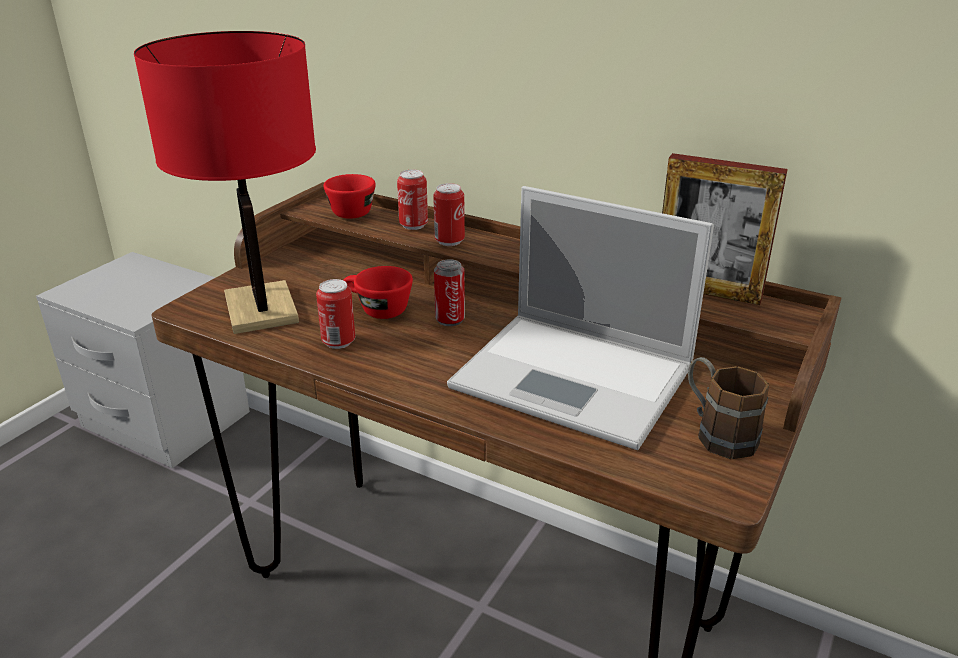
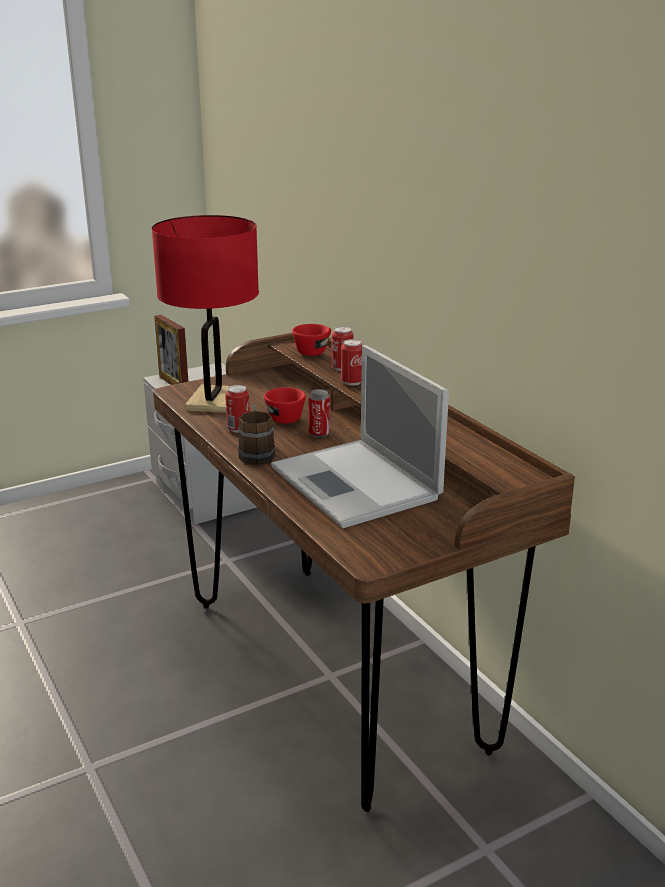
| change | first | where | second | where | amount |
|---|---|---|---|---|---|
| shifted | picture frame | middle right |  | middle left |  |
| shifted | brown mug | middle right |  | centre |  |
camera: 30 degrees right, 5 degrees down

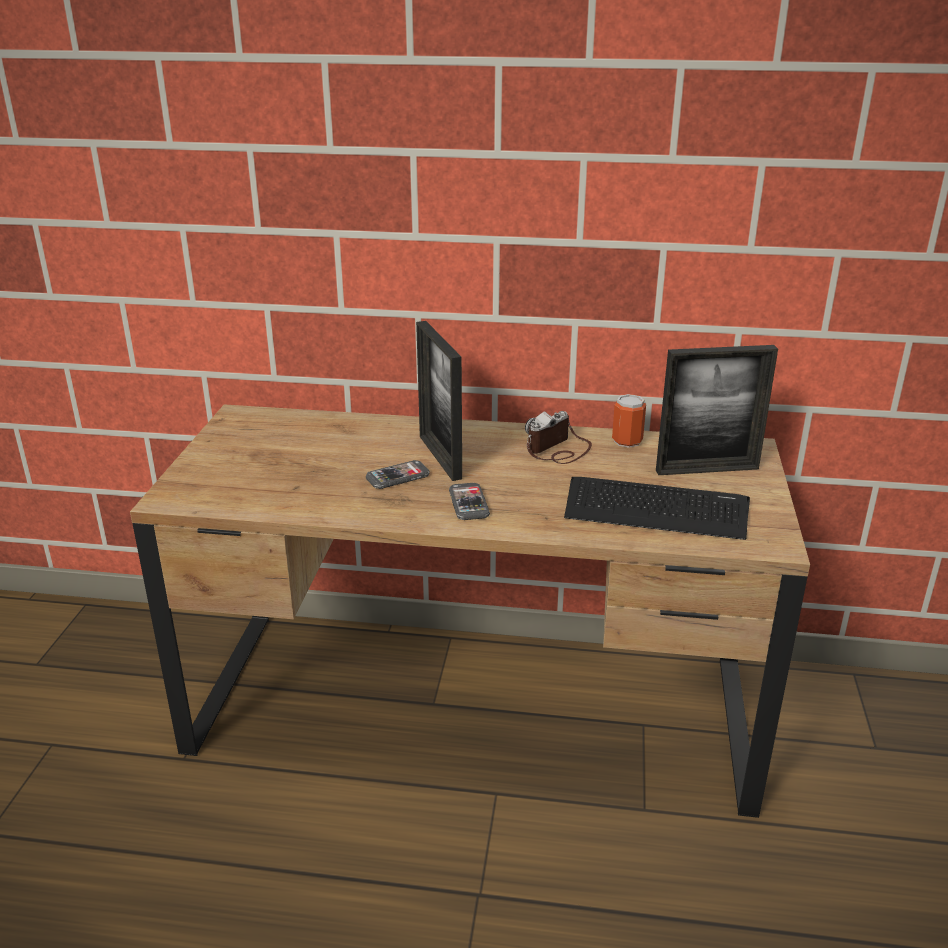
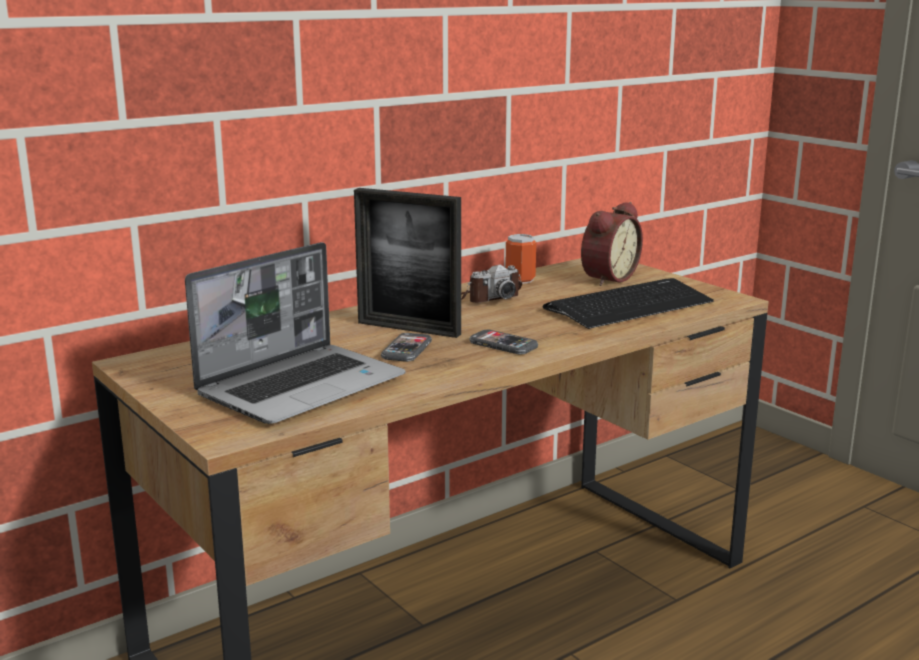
| change | first | where | second | where | amount |
|---|---|---|---|---|---|
| new |  |  | laptop | middle left |  |
| rotated | photo camera | centre |  | centre | 120 degrees counterclockwise |
| swapped | picture frame (no. 2 from left) | middle right | alarm clock | centre |  |
camera: 45 degrees left, 10 degrees down

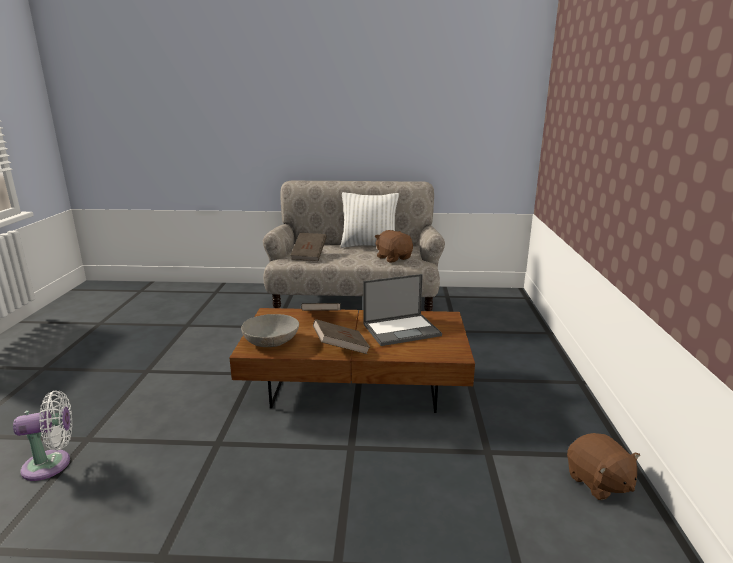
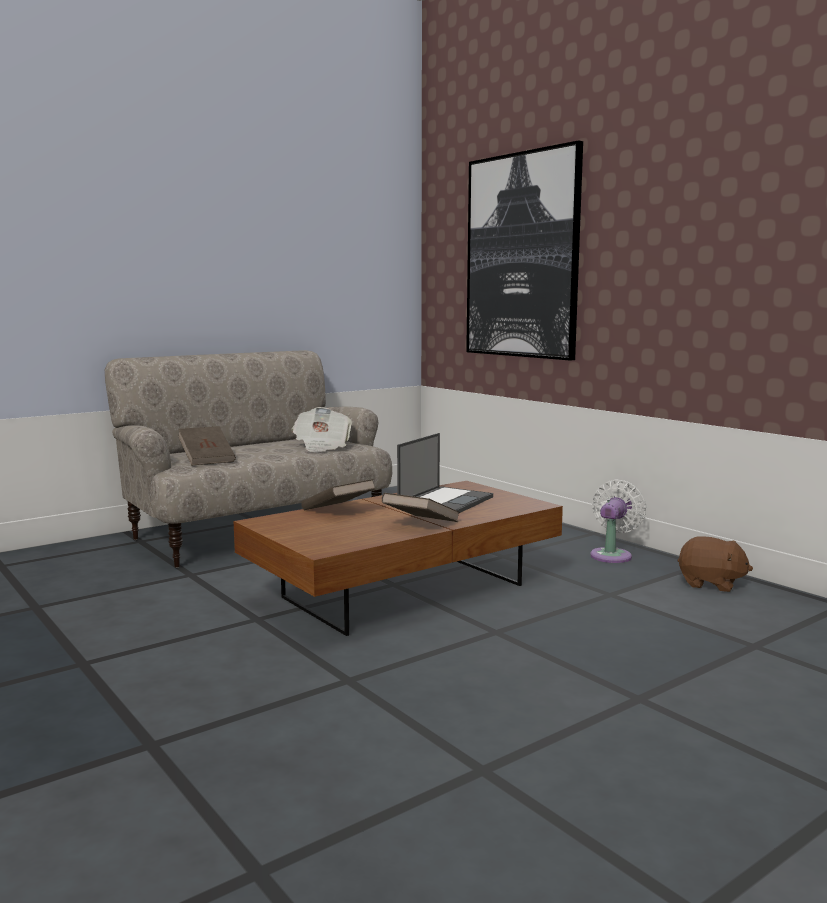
| change | first | where | second | where | amount |
|---|---|---|---|---|---|
| swapped | brown plush toy (no. 1 from left) | centre | newspaper | centre |  |
| new |  |  | picture | top centre |  |
| shifted | white fan | bottom left |  | middle right |  |
| gone | grey bowl | centre |  |  |  |
| gone | white pillow | centre |  |  |  |
camera: 40 degrees left, 10 degrees down

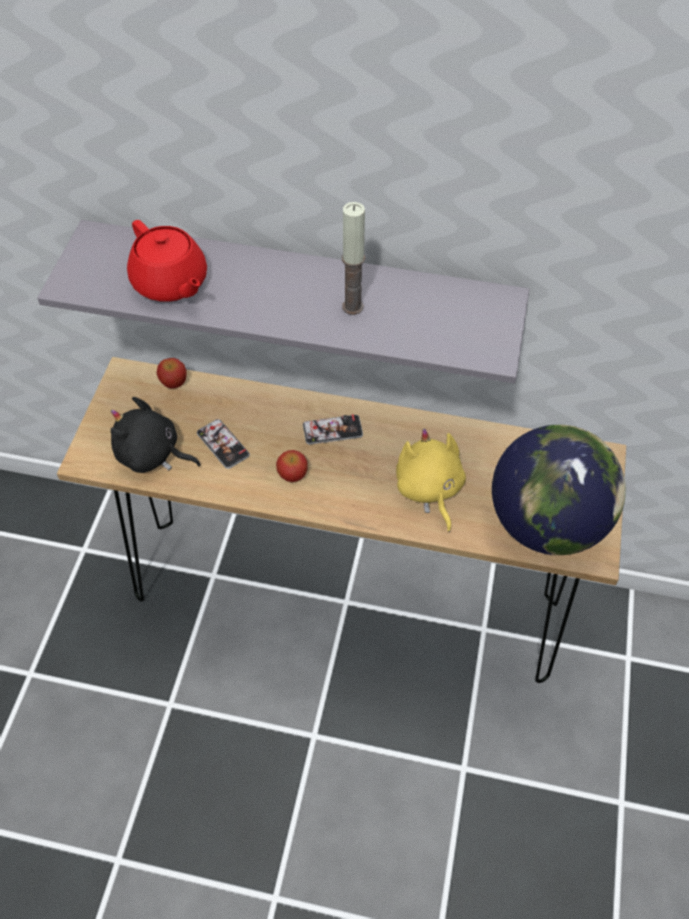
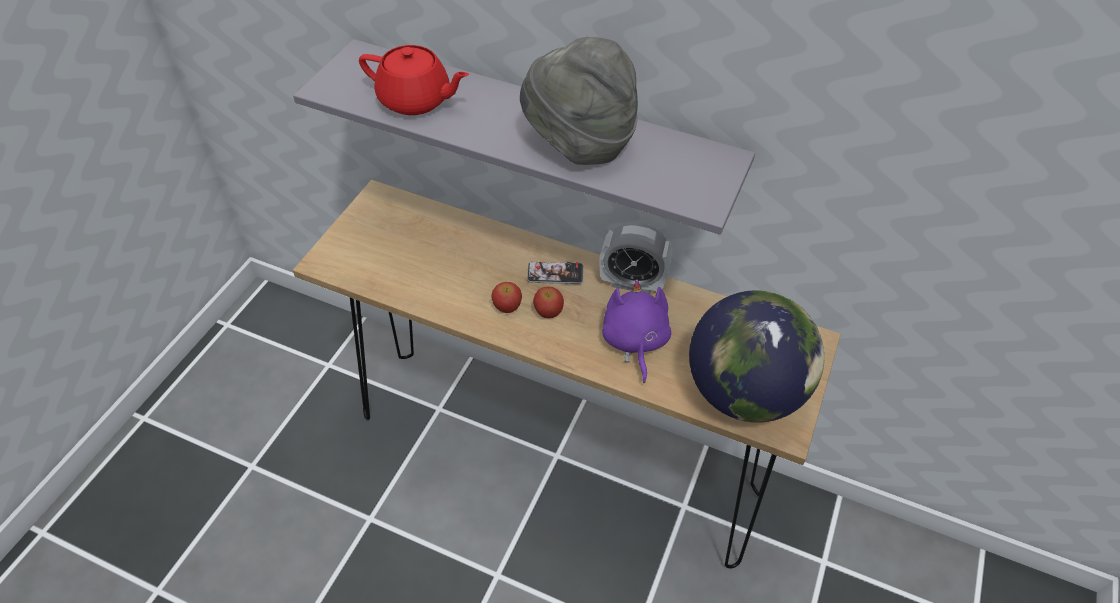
| change | first | where | second | where | amount |
|---|---|---|---|---|---|
| rotated | red teapot | top left |  | top centre | 45 degrees counterclockwise |
| swapped | candle | top centre | grey hat | top centre |  |
| shifted | apple (no. 1 from left in the first image) | middle left | apple (no. 2 from left) | centre |  |
| new |  |  | alarm clock | centre |  |
| repainted | yellow plush toy | centre | purple plush toy | centre |  |
| gone | black plush toy | middle left |  |  |  |
| gone | phone (no. 1 from left) | middle left |  |  |  |
camera: 10 degrees right, 5 degrees down

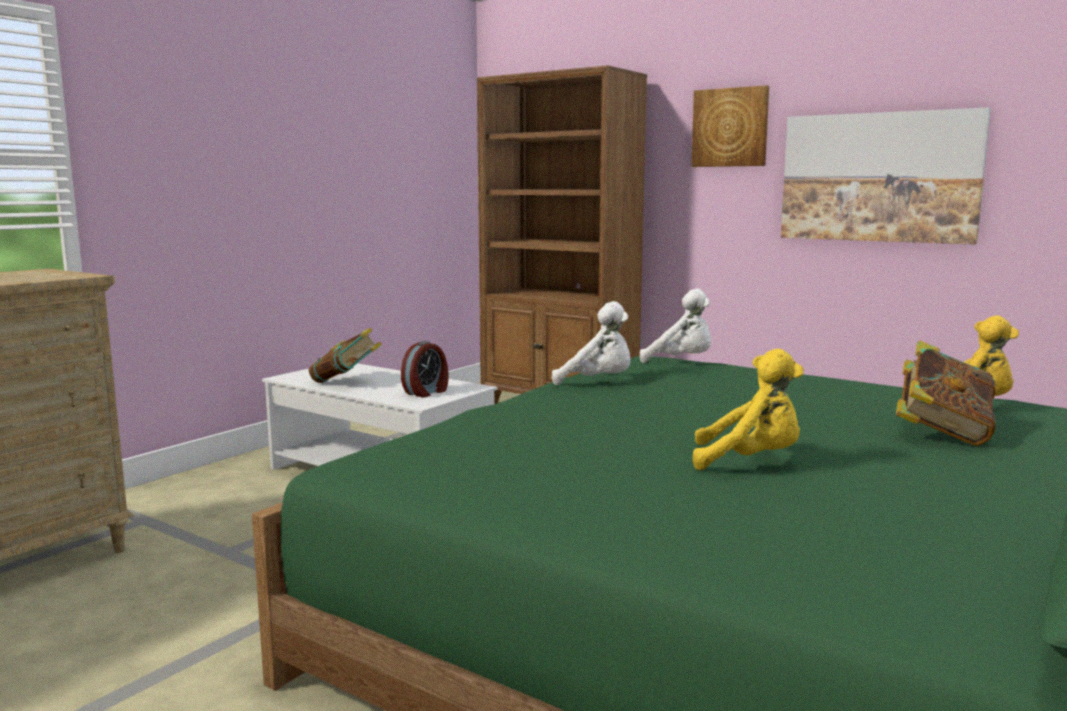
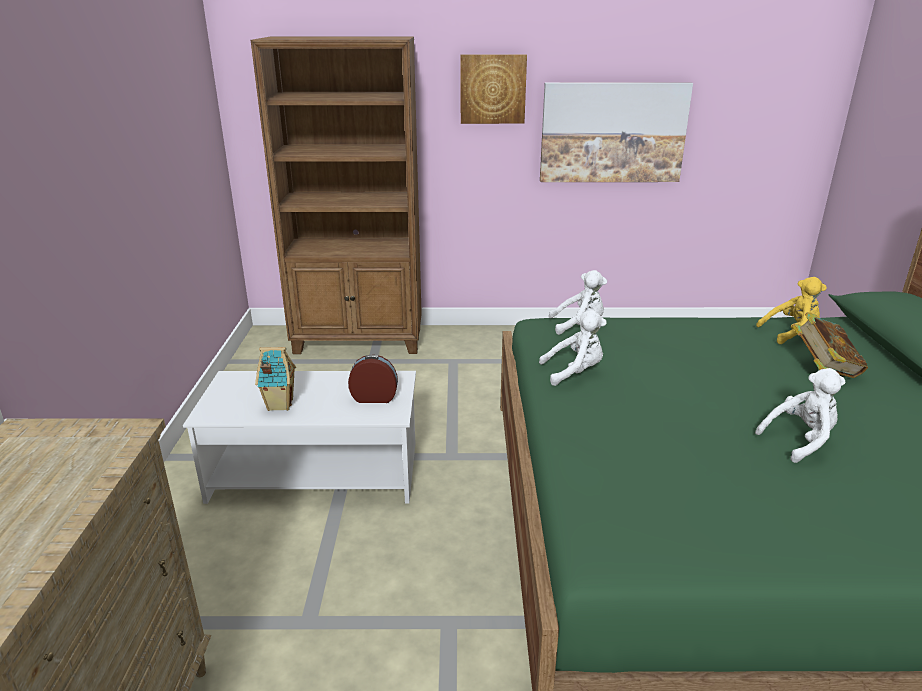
| change | first | where | second | where | amount |
|---|---|---|---|---|---|
| swapped | book (no. 1 from left) | middle left | toy house | middle left |  |
| rotated | alarm clock | centre |  | centre | 90 degrees counterclockwise |
| repainted | yellow plush toy (no. 1 from left) | middle right | white plush toy (no. 3 from left) | middle right |  |
camera: 35 degrees left, 15 degrees up

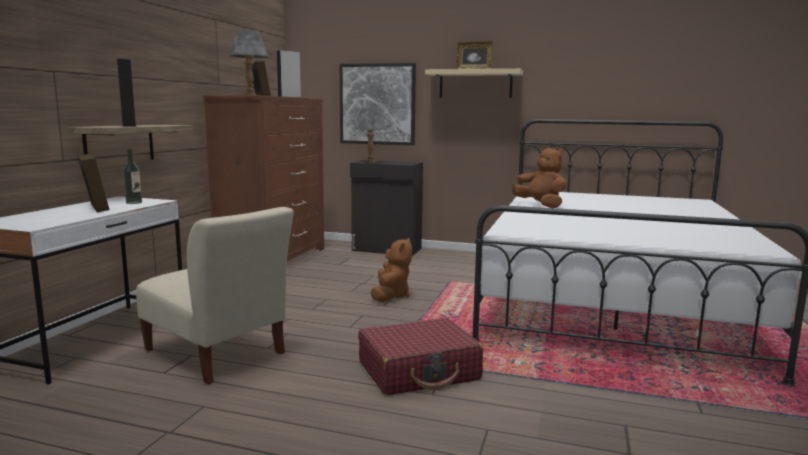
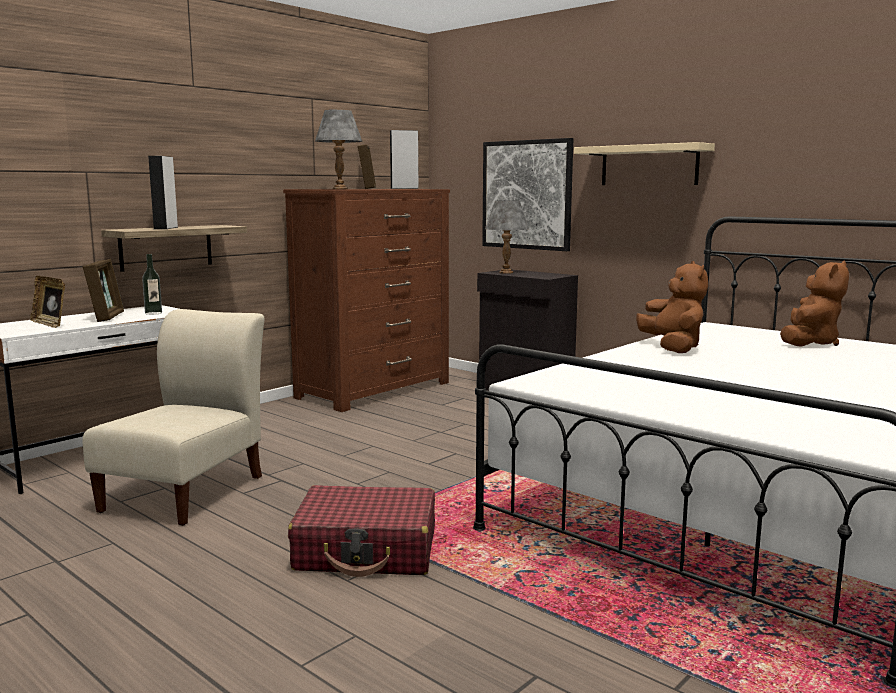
| change | first | where | second | where | amount |
|---|---|---|---|---|---|
| shifted | picture frame (no. 3 from left in the first image) | top centre | picture frame (no. 1 from left) | middle left |  |
| rotated | beige chair | middle left |  | middle left | 135 degrees counterclockwise |
| shifted | brown plush toy (no. 1 from left in the first image) | centre | brown plush toy (no. 2 from left) | middle right |  |
camera: 25 degrees right, 0 degrees up

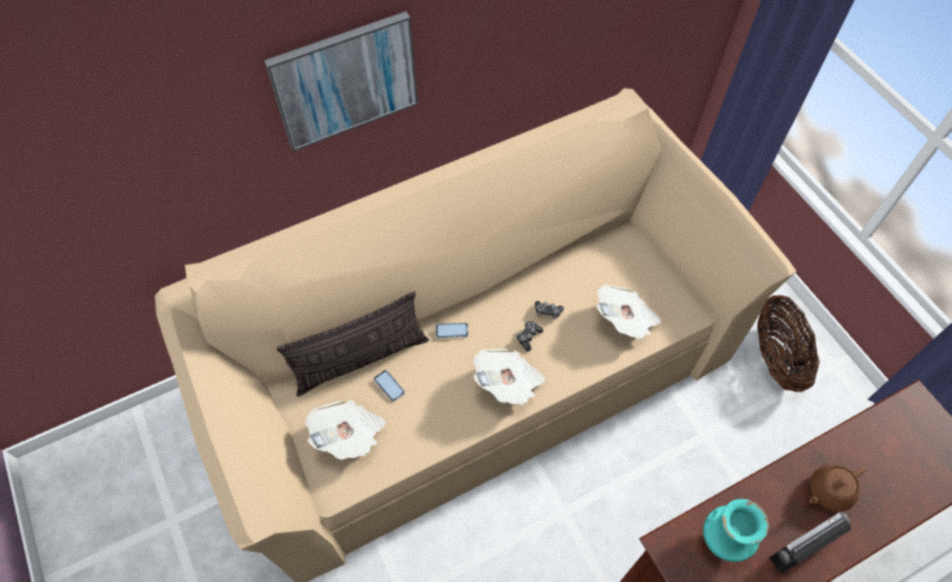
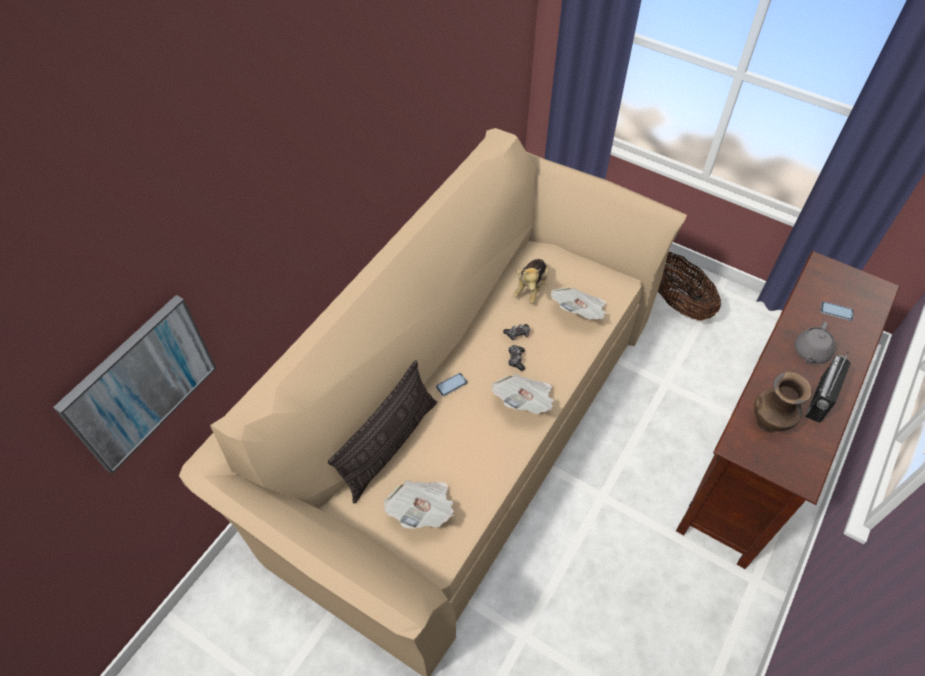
| change | first | where | second | where | amount |
|---|---|---|---|---|---|
| shifted | picture | top centre |  | middle left |  |
| new |  |  | plush toy | centre |  |
| repainted | turquoise vase | bottom right | brown vase | middle right |  |
| repainted | brown teapot | bottom right | grey teapot | middle right |  |
| shifted | phone (no. 1 from left in the first image) | centre | phone (no. 2 from left) | middle right |  |
camera: 30 degrees left, 5 degrees down

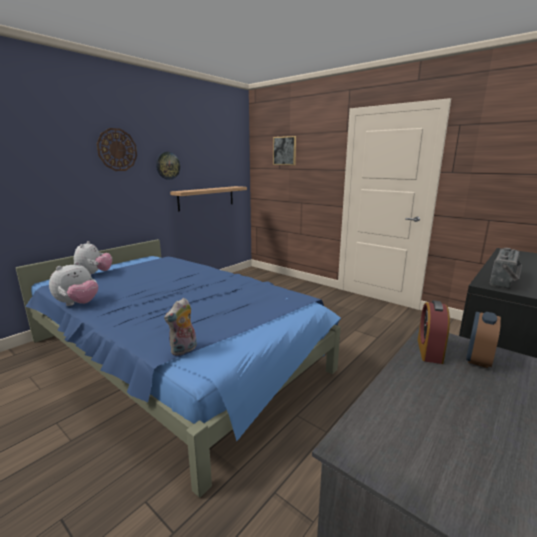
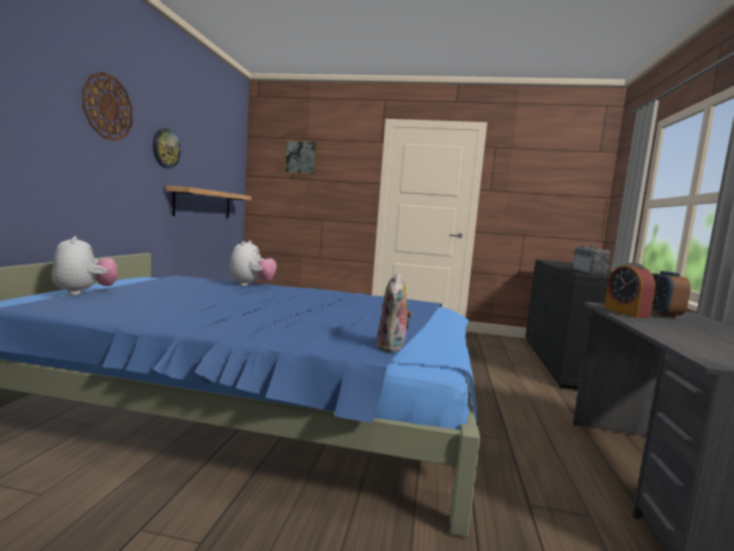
| change | first | where | second | where | amount |
|---|---|---|---|---|---|
| shifted | plush toy (no. 1 from left in the first image) | middle left | plush toy (no. 2 from left) | centre |  |
camera: 30 degrees left, 10 degrees down

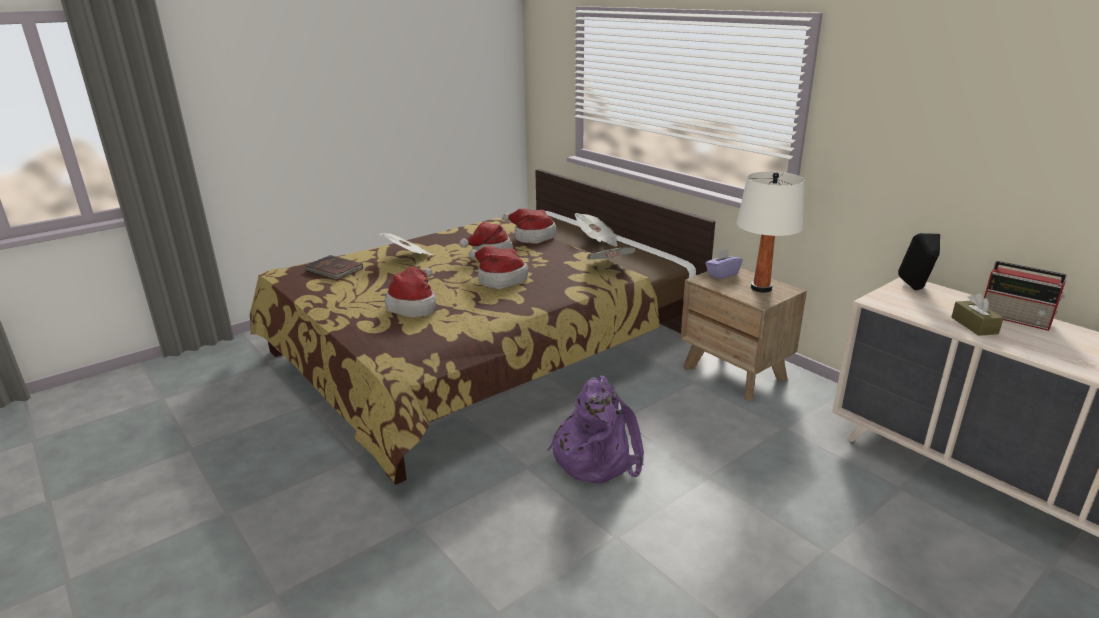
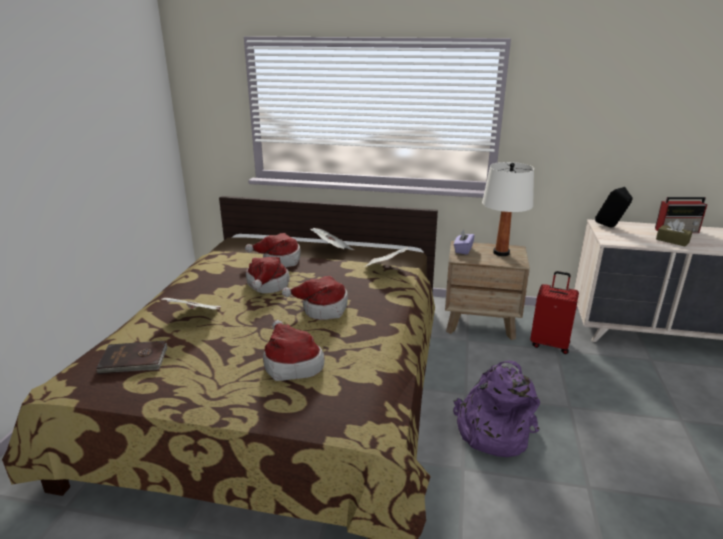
| change | first | where | second | where | amount |
|---|---|---|---|---|---|
| new |  |  | red suitcase | middle right |  |
camera: 40 degrees left, 0 degrees up

